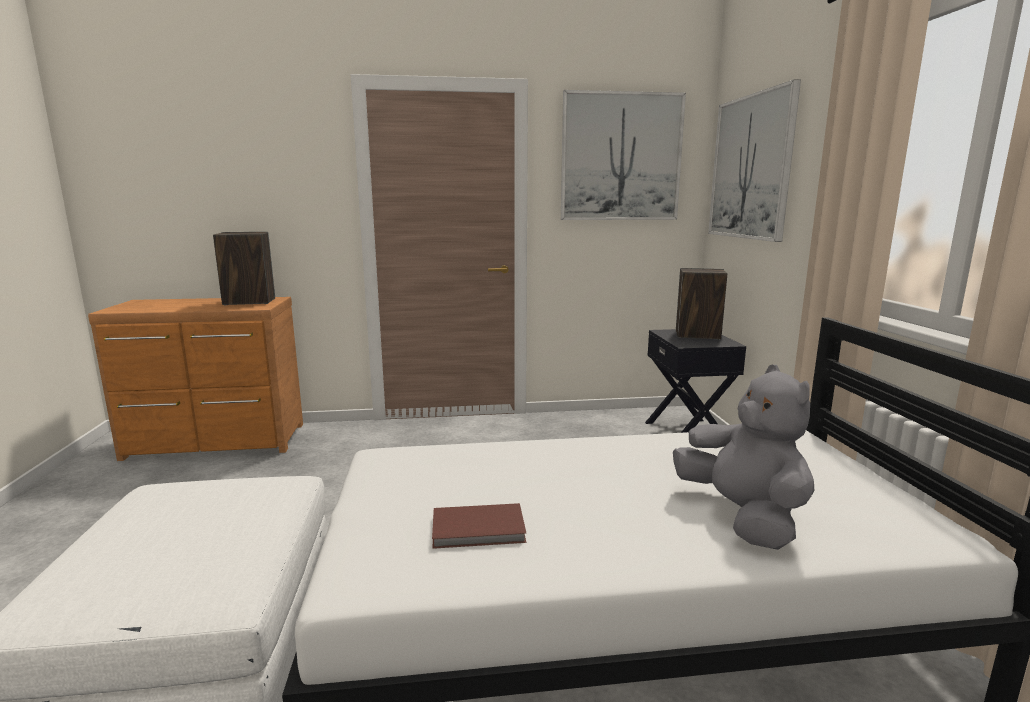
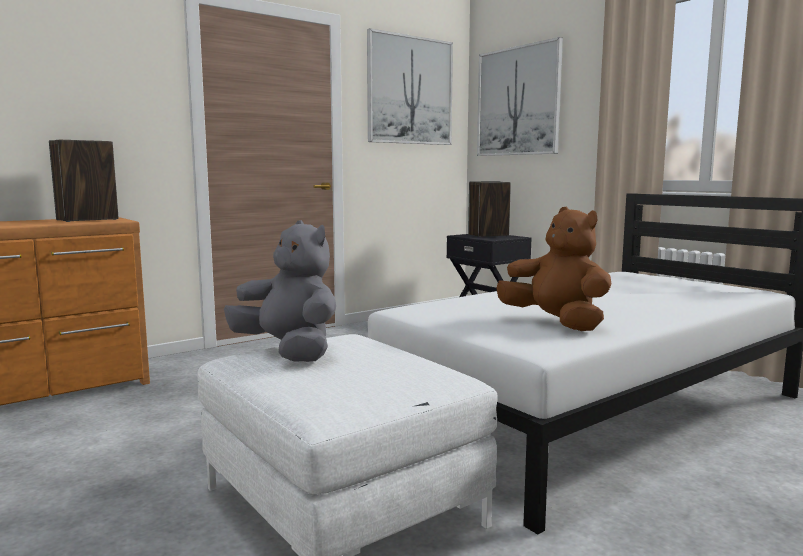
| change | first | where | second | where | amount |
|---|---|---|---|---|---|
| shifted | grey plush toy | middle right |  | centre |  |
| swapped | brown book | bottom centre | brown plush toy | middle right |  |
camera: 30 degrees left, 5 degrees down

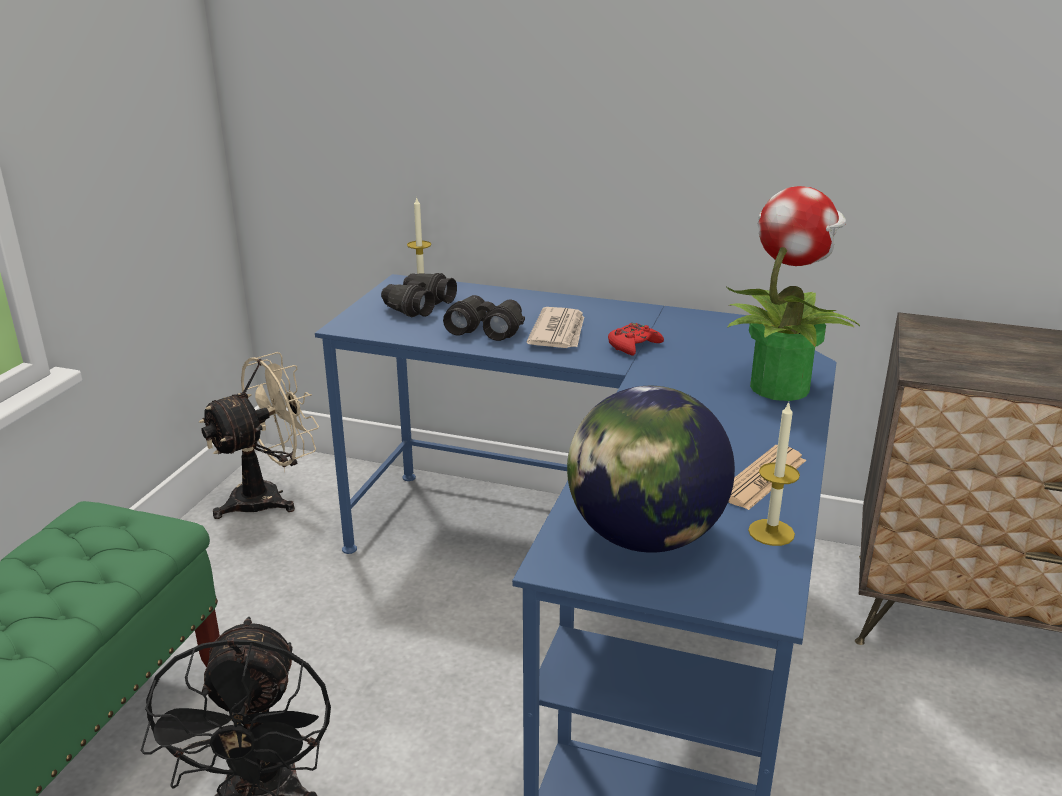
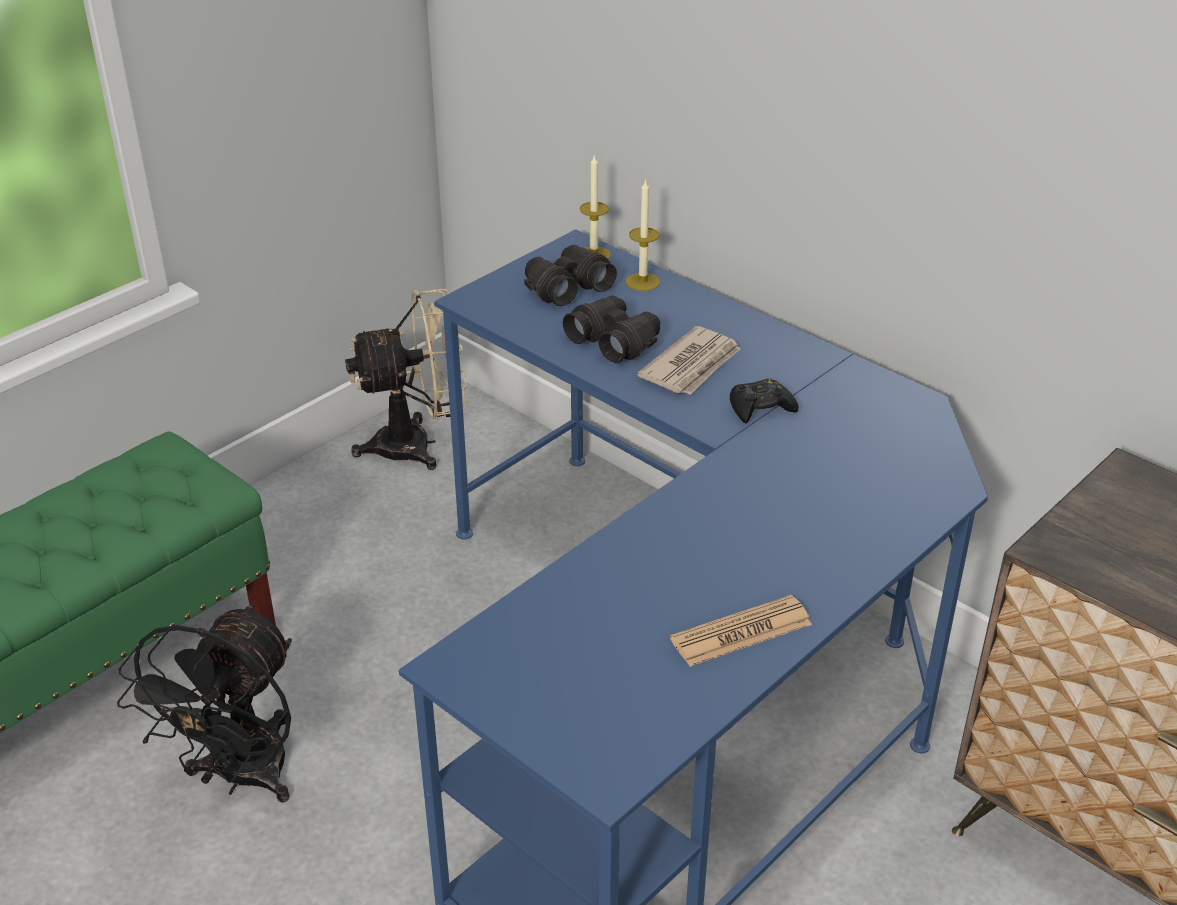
| change | first | where | second | where | amount |
|---|---|---|---|---|---|
| shifted | candle (no. 2 from left) | middle right |  | top centre |  |
| repainted | red game controller | centre | black game controller | centre |  |
| gone | globe | centre |  |  |  |
| gone | potted plant | middle right |  |  |  |
camera: 25 degrees right, 10 degrees up

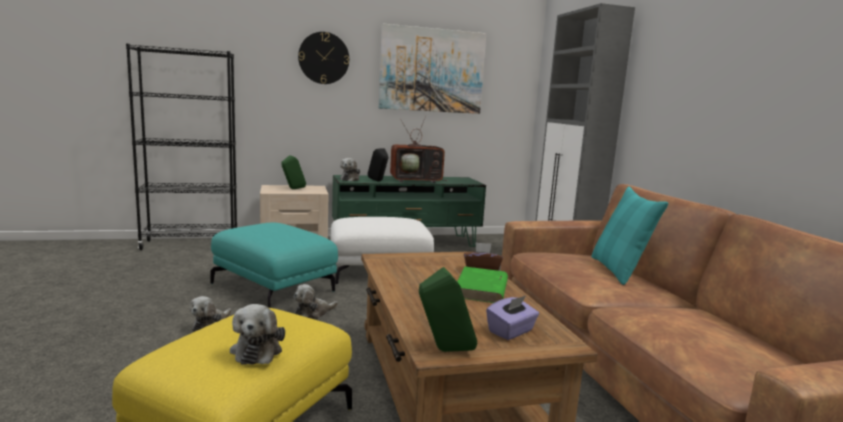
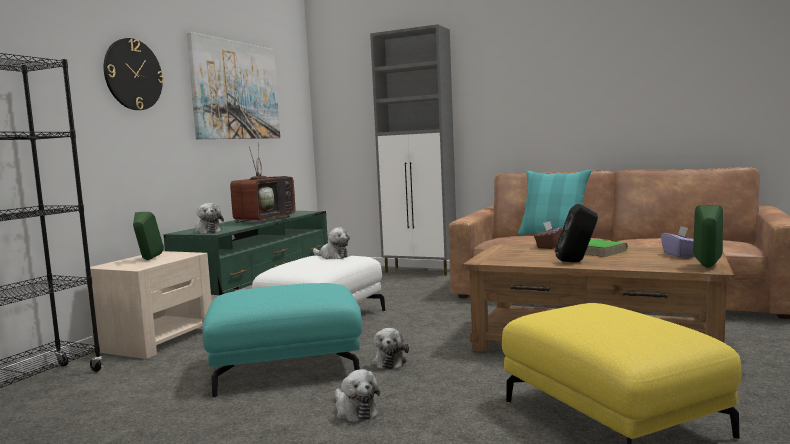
| change | first | where | second | where | amount |
|---|---|---|---|---|---|
| shifted | plush toy (no. 2 from left) | bottom left |  | centre |  |
| shifted | black speaker | centre |  | middle right |  |
camera: 50 degrees left, 5 degrees down

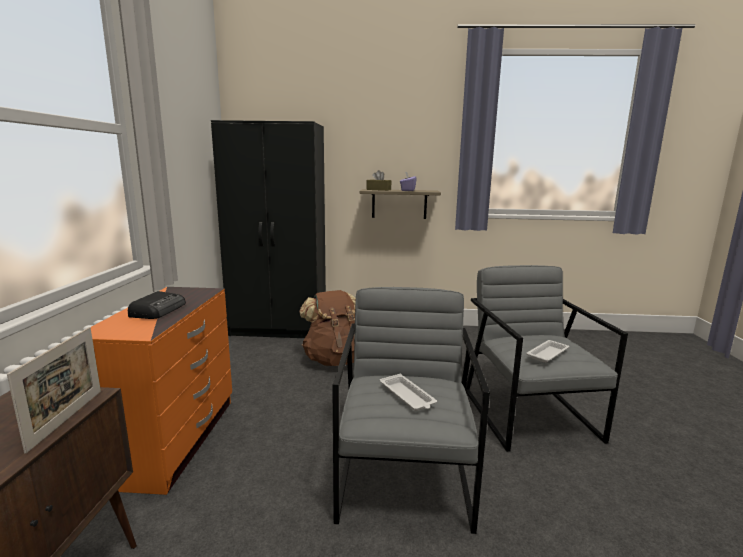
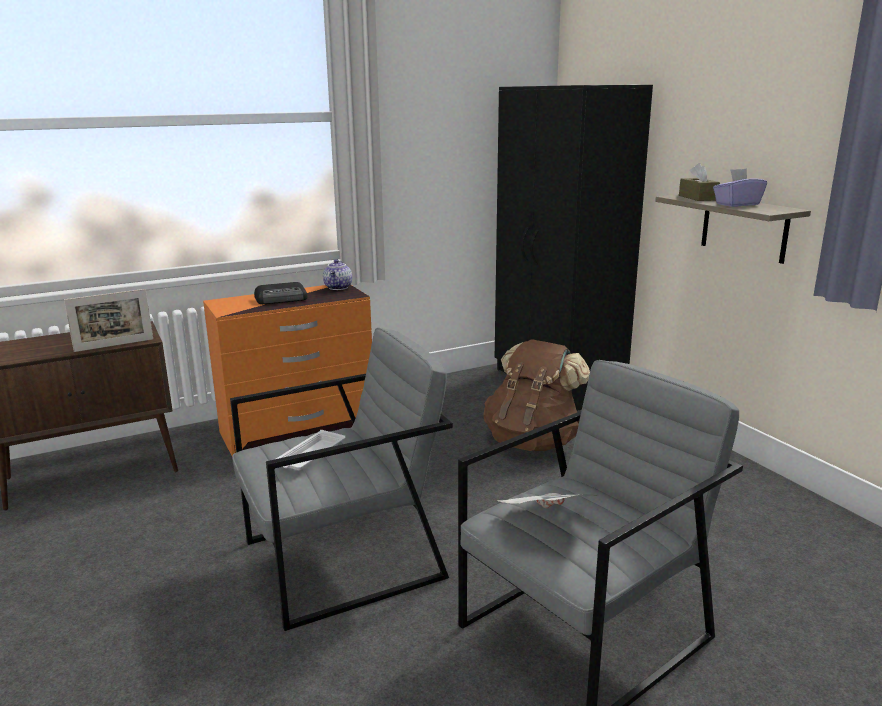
| change | first | where | second | where | amount |
|---|---|---|---|---|---|
| new |  |  | teapot | centre |  |
| swapped | white tray (no. 2 from left) | middle right | newspaper | bottom centre |  |
camera: 60 degrees right, 5 degrees up

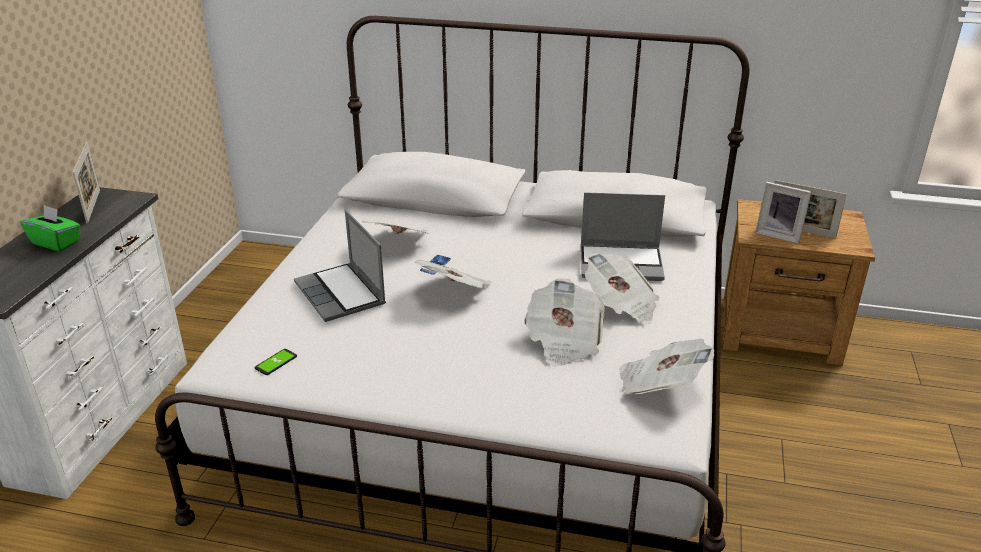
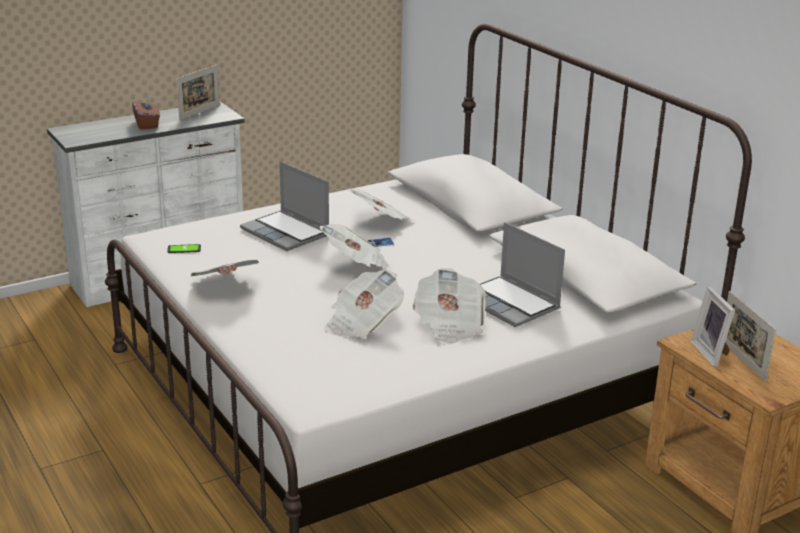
| change | first | where | second | where | amount |
|---|---|---|---|---|---|
| repainted | green tissue box | middle left | brown tissue box | top left |  |
| shifted | newspaper (no. 5 from left in the first image) | middle right | newspaper (no. 1 from left) | middle left |  |
| rotated | laptop (no. 1 from left) | centre |  | centre | 60 degrees counterclockwise |
camera: 45 degrees right, 5 degrees down

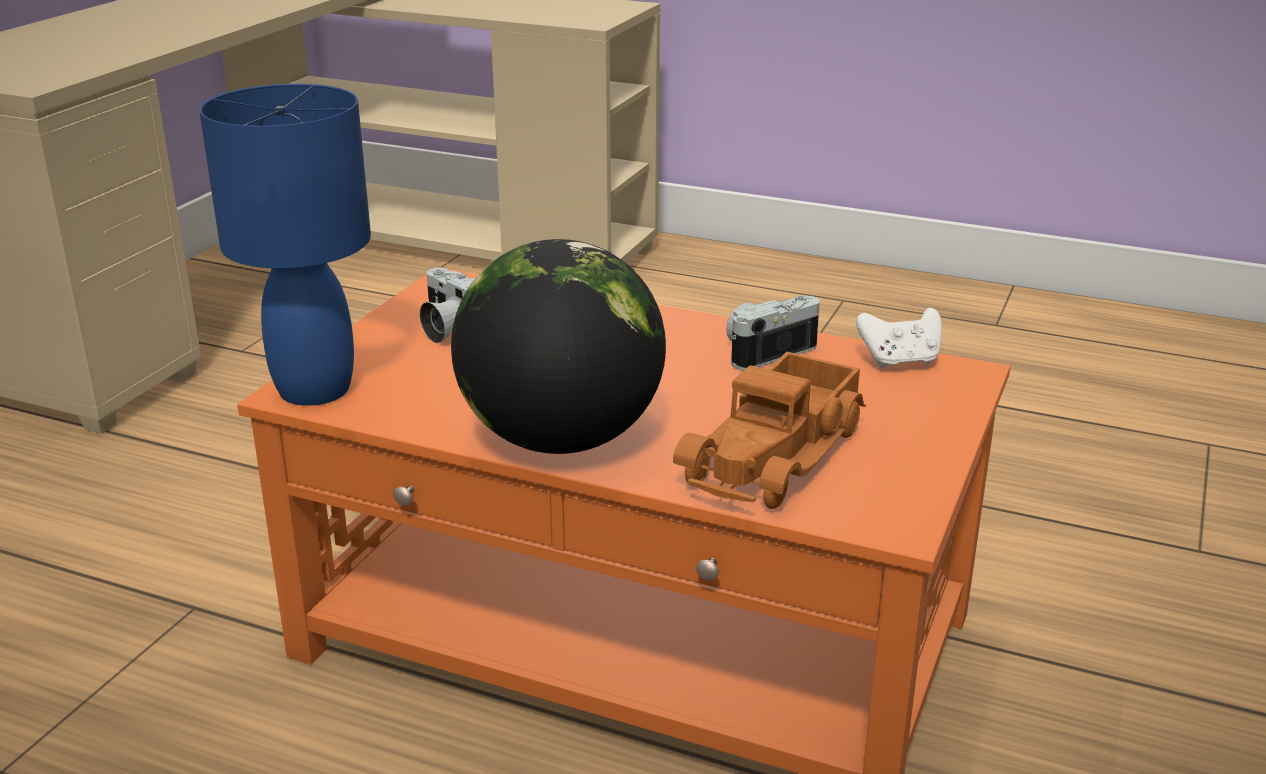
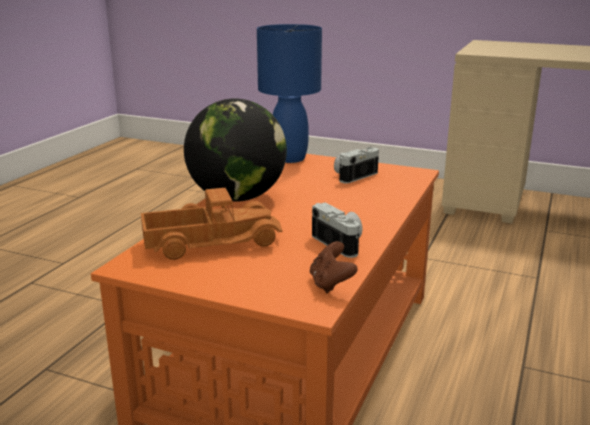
| change | first | where | second | where | amount |
|---|---|---|---|---|---|
| rotated | toy truck | centre |  | centre | 135 degrees clockwise |
| repainted | white game controller | middle right | brown game controller | centre |  |
camera: 90 degrees right, 5 degrees down

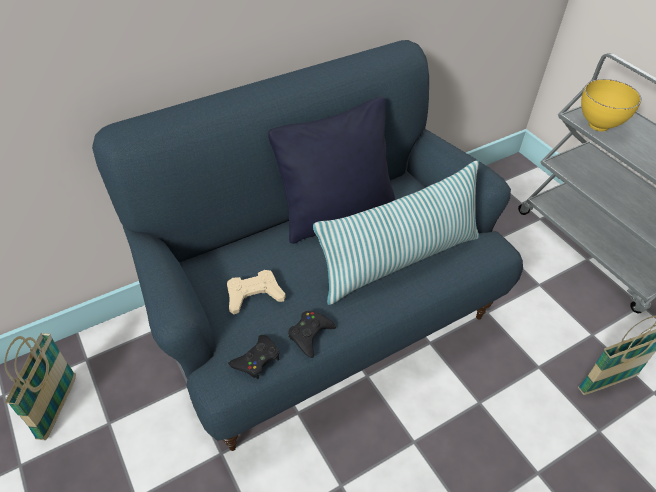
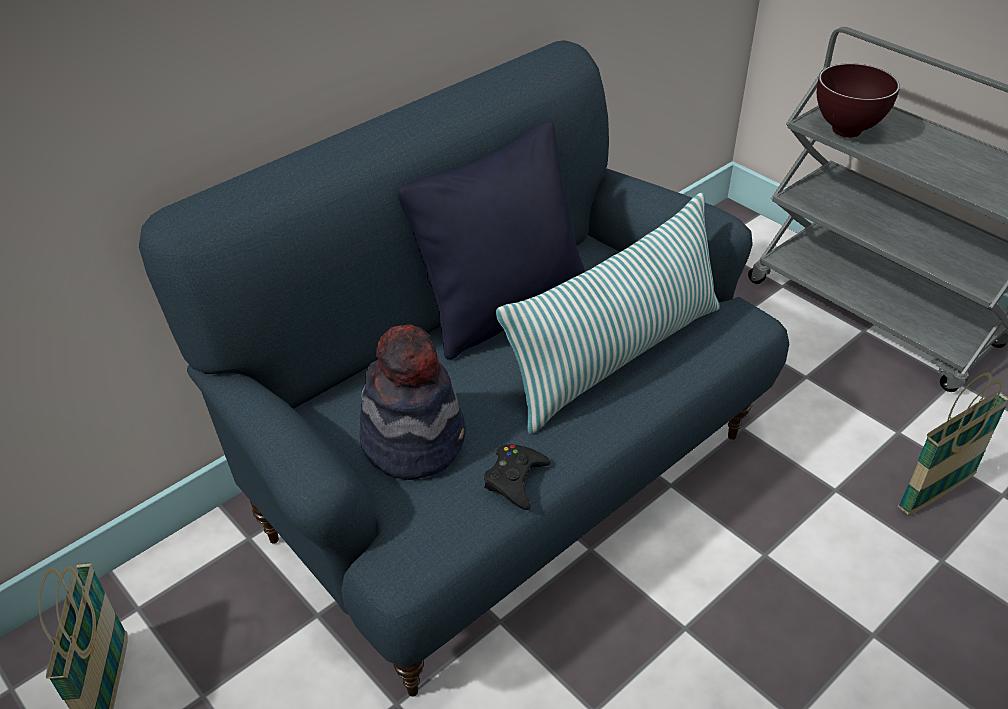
| change | first | where | second | where | amount |
|---|---|---|---|---|---|
| swapped | beige game controller | centre | hat | centre |  |
| repainted | yellow bowl | top right | brown bowl | top right |  |
| gone | black game controller (no. 1 from left) | bottom centre |  |  |  |
camera: 10 degrees left, 5 degrees down

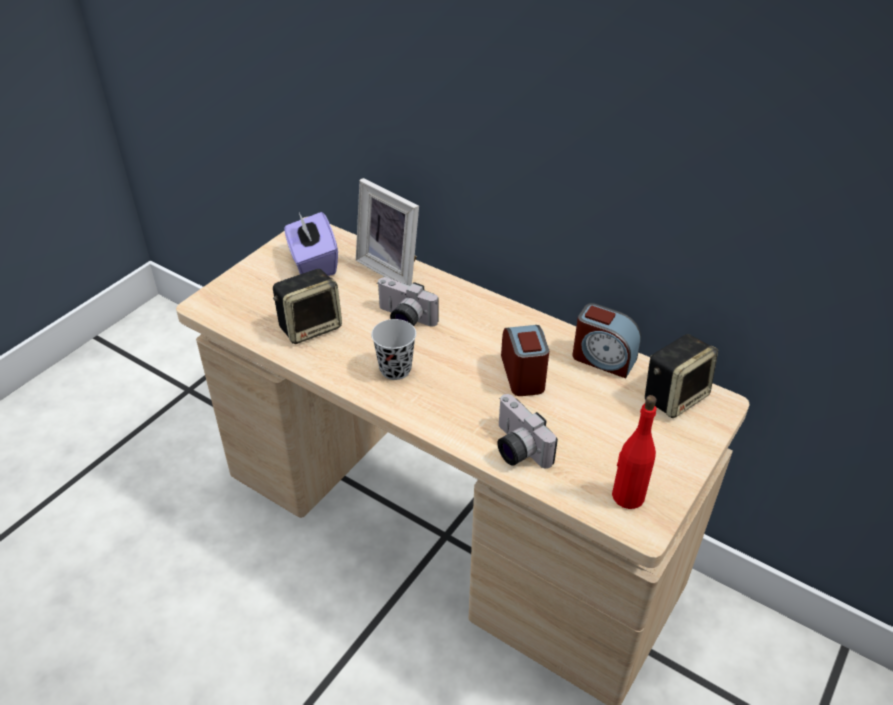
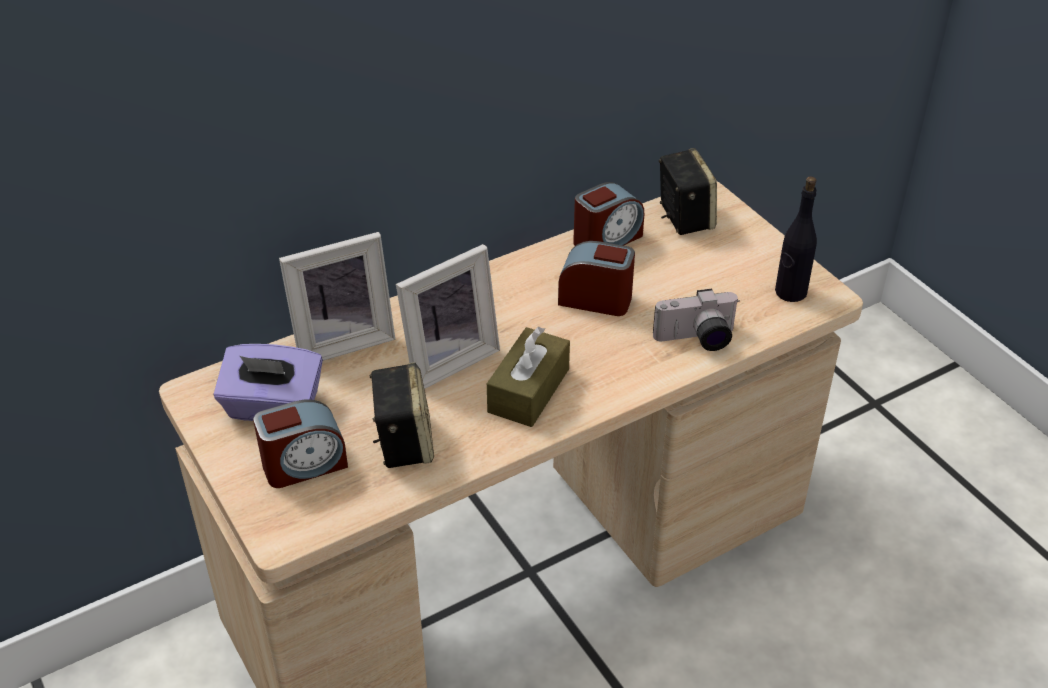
| change | first | where | second | where | amount |
|---|---|---|---|---|---|
| new |  |  | alarm clock (no. 1 from left) | middle left |  |
| swapped | photo camera (no. 1 from left) | centre | picture frame (no. 2 from left) | centre |  |
| swapped | black cup | centre | brown tissue box | centre |  |
| repainted | red bottle | middle right | black bottle | middle right |  |
camera: 65 degrees left, 0 degrees up

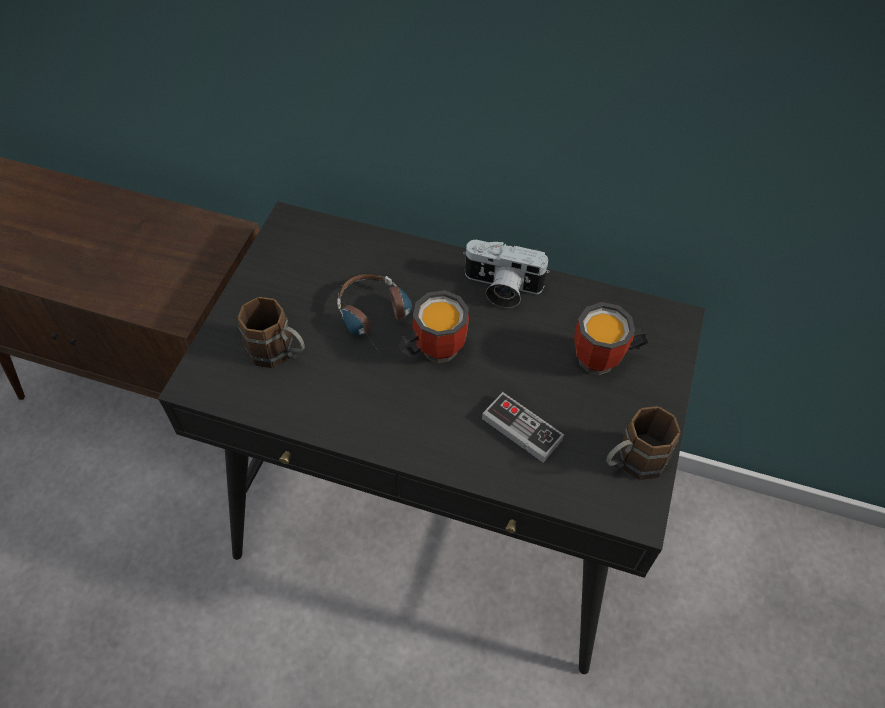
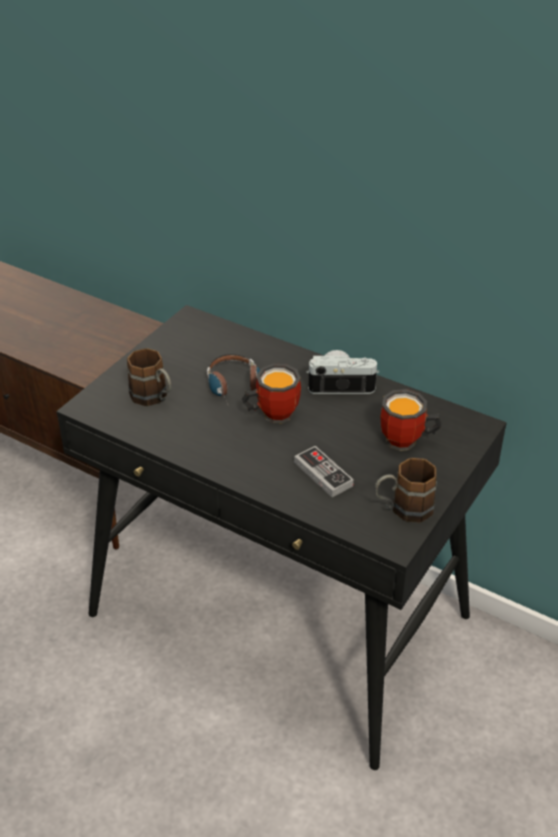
| change | first | where | second | where | amount |
|---|---|---|---|---|---|
| rotated | photo camera | centre |  | centre | 150 degrees clockwise |
camera: 15 degrees right, 15 degrees down

